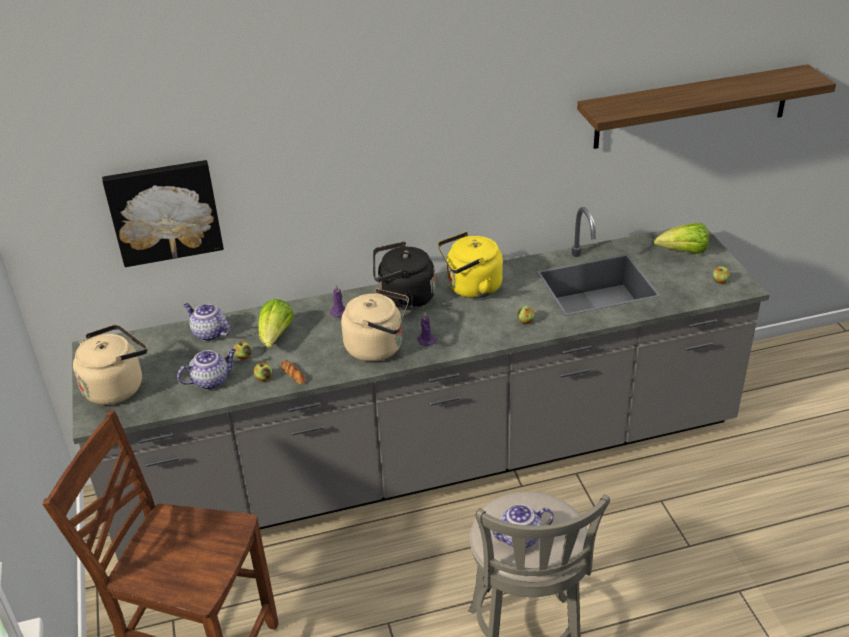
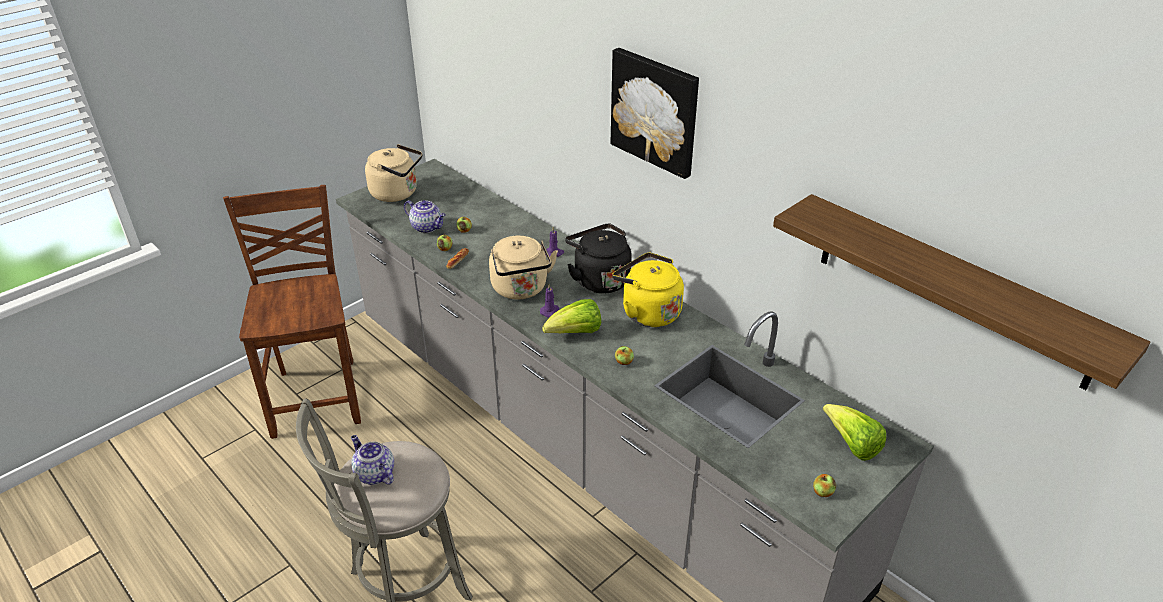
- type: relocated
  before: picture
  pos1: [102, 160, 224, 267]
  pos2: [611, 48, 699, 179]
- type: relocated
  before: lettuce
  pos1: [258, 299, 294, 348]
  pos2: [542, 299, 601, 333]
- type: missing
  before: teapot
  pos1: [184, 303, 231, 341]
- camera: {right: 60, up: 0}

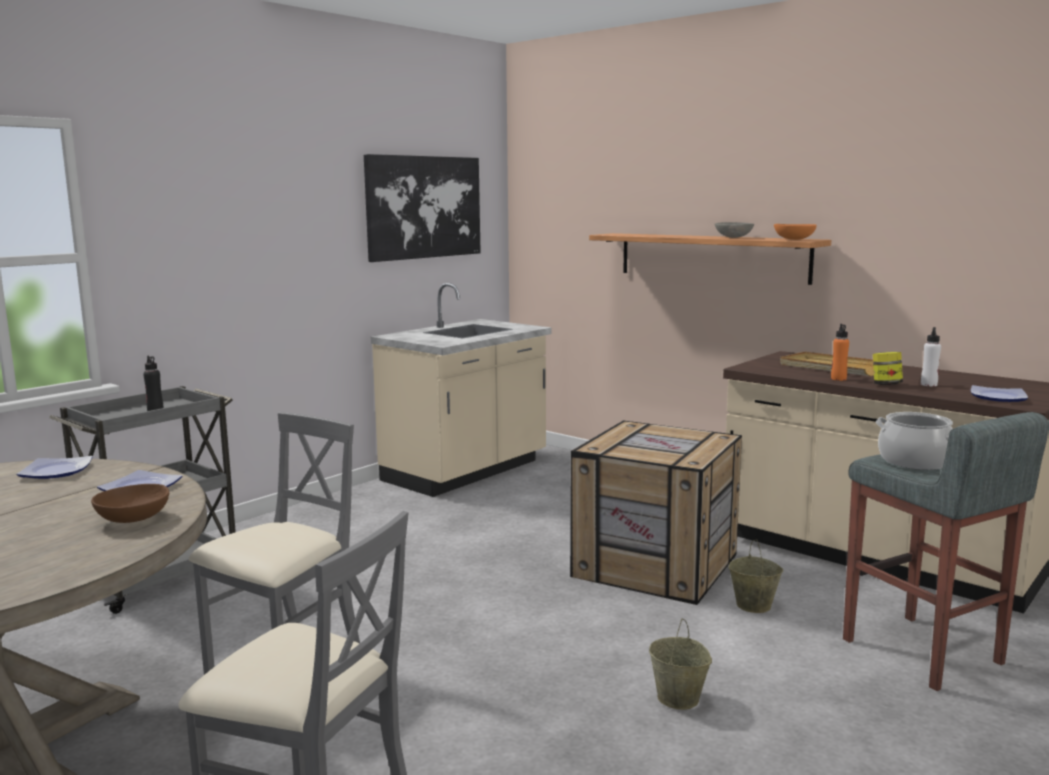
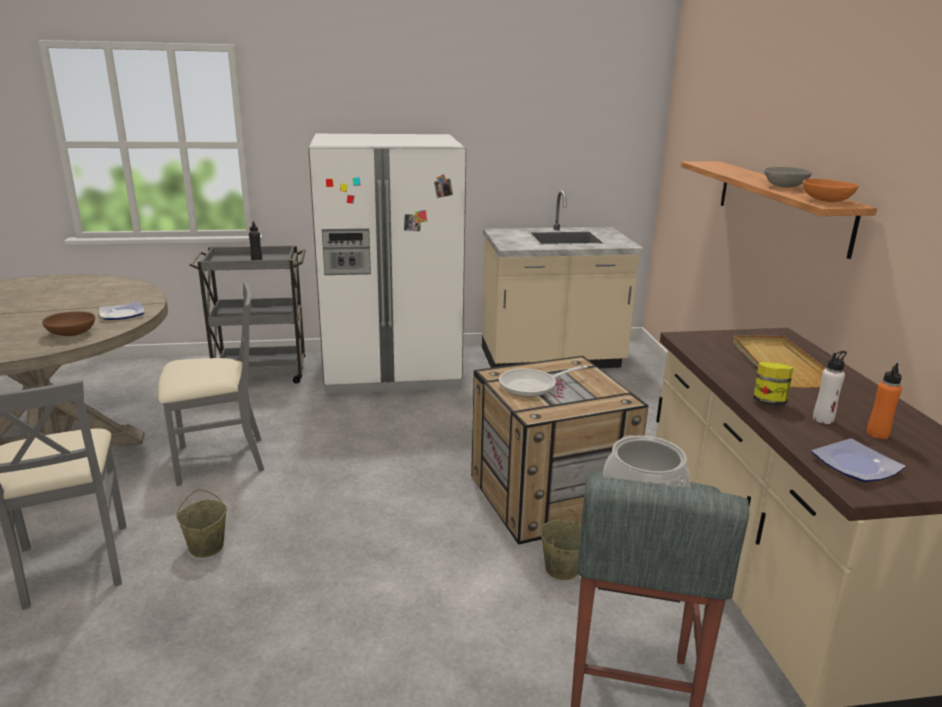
- type: missing
  before: picture
  pos1: [364, 154, 481, 262]
- type: relocated
  before: orange bottle
  pos1: [831, 324, 849, 381]
  pos2: [866, 363, 902, 439]
- type: missing
  before: plate
  pos1: [16, 456, 93, 479]
- type: relocated
  before: beige bucket
  pos1: [649, 619, 712, 710]
  pos2: [177, 489, 227, 558]
- type: appeared
  after: white fridge
  pos2: [308, 134, 466, 395]
- type: appeared
  after: frying pan
  pos2: [499, 365, 588, 397]
- camera: {right: 40, up: 10}

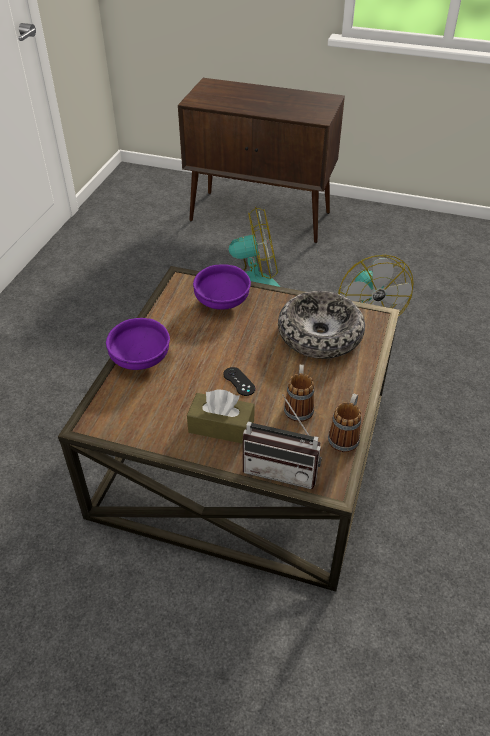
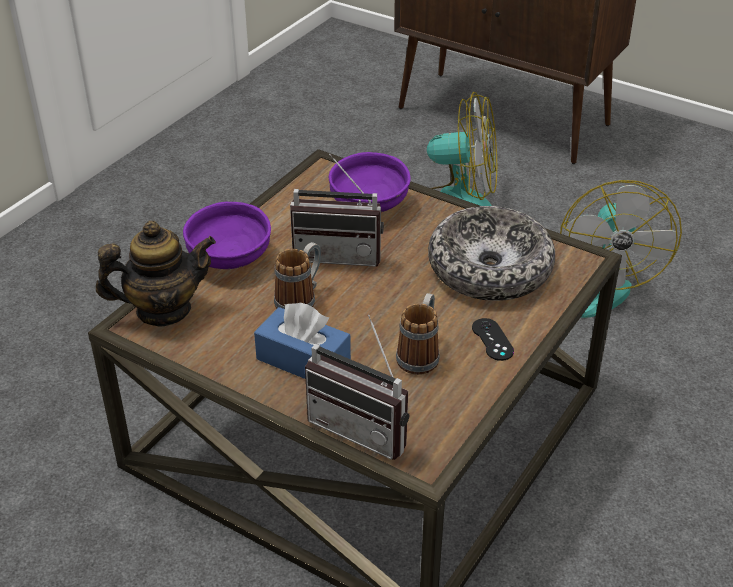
- type: relocated
  before: black game controller
  pos1: [223, 367, 256, 396]
  pos2: [472, 318, 514, 361]
- type: colour
  before: brown tissue box
  after: blue tissue box
  pos1: [187, 389, 254, 444]
  pos2: [254, 302, 351, 379]
- type: relocated
  before: mug
  pos1: [328, 393, 361, 453]
  pos2: [274, 242, 321, 309]
- type: appeared
  after: radio
  pos2: [290, 154, 384, 266]
- type: appeared
  after: teapot
  pos2: [96, 221, 216, 327]
- camera: {right: 15, up: -5}

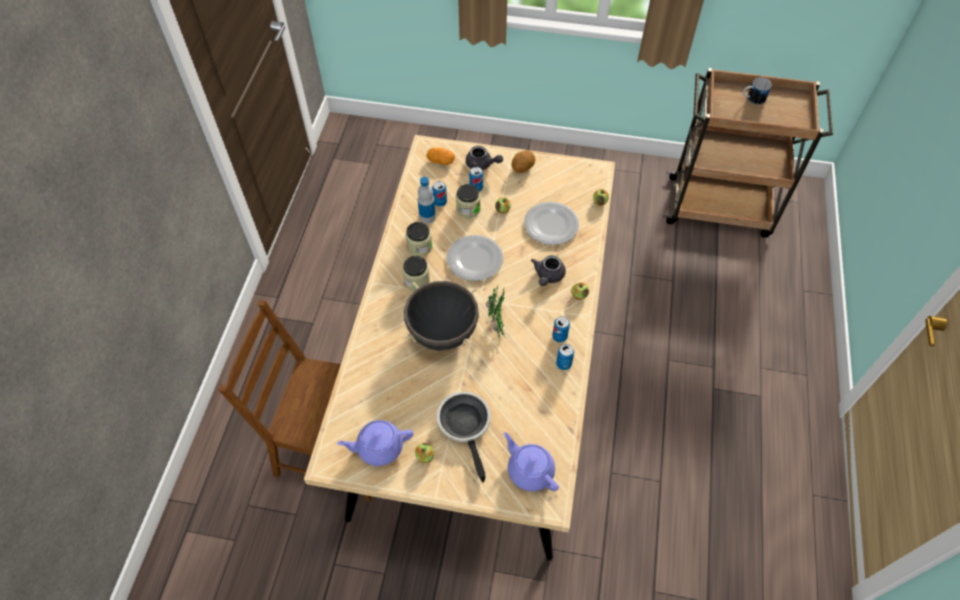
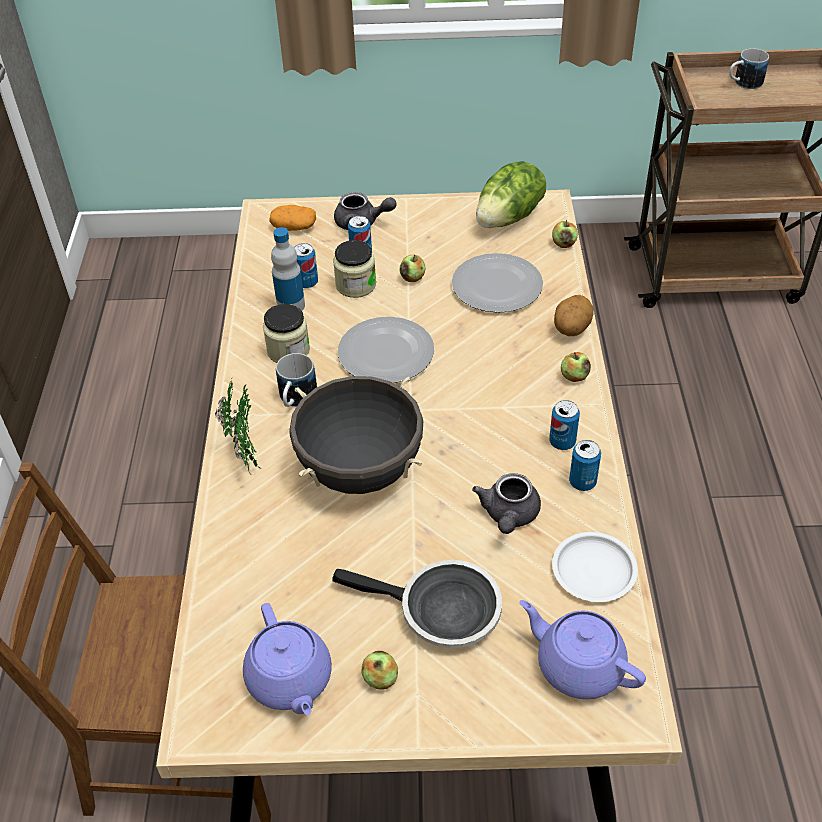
- type: relocated
  before: potato
  pos1: [512, 150, 535, 173]
  pos2: [554, 295, 594, 336]
- type: relocated
  before: grey teapot
  pos1: [531, 255, 566, 286]
  pos2: [472, 473, 541, 534]
- type: exchanged
  before: jar
  after: mug
  pos1: [402, 256, 430, 291]
  pos2: [276, 353, 317, 407]
- type: relocated
  before: potted plant
  pos1: [486, 285, 506, 341]
  pos2: [215, 379, 261, 475]
- type: spun
  before: frying pan
  pos1: [437, 392, 491, 482]
  pos2: [333, 560, 502, 648]
  turn: 135
- type: spun
  before: purple teapot
  pos1: [337, 420, 413, 466]
  pos2: [243, 603, 332, 715]
  turn: -90
- type: appeared
  after: lettuce
  pos2: [476, 161, 546, 228]
- type: appeared
  after: white plate
  pos2: [552, 532, 638, 602]
- camera: {right: -10, up: -10}

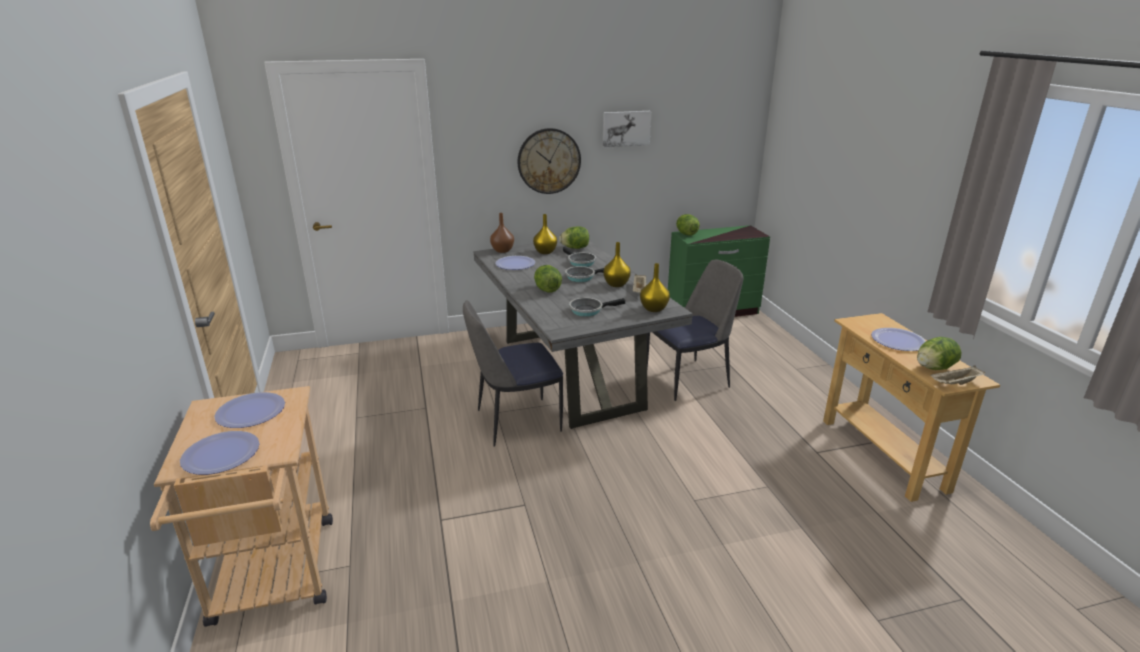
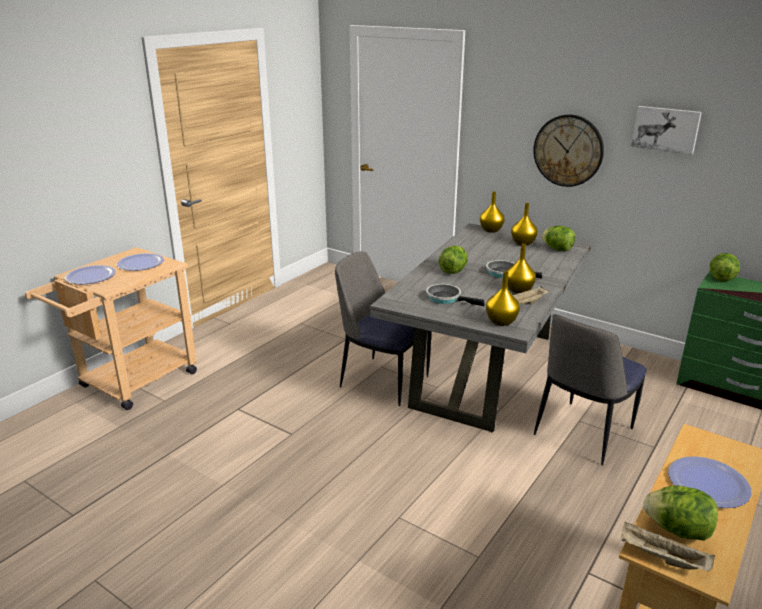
- type: colour
  before: brown vase
  after: yellow vase
  pos1: [490, 213, 514, 253]
  pos2: [480, 192, 505, 233]
- type: missing
  before: frying pan
  pos1: [563, 247, 596, 267]
- type: missing
  before: plate
  pos1: [495, 256, 535, 270]
- type: spun
  before: chair
  pos1: [646, 260, 743, 401]
  pos2: [534, 314, 647, 465]
  turn: 105
- camera: {right: 50, up: 0}

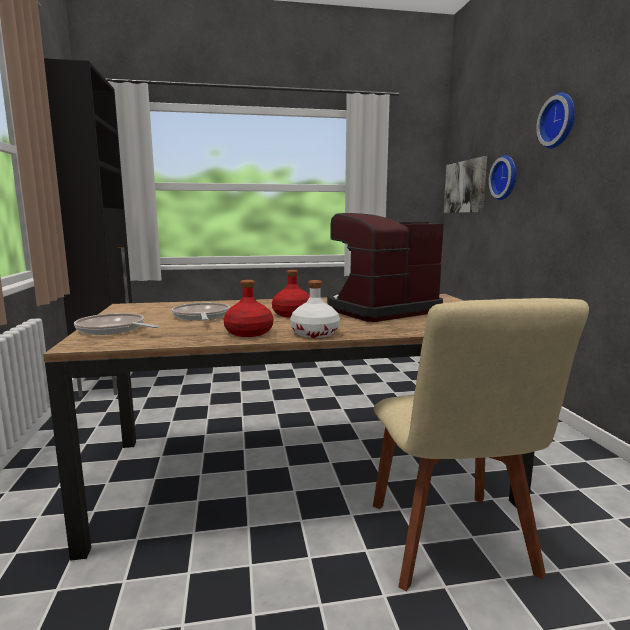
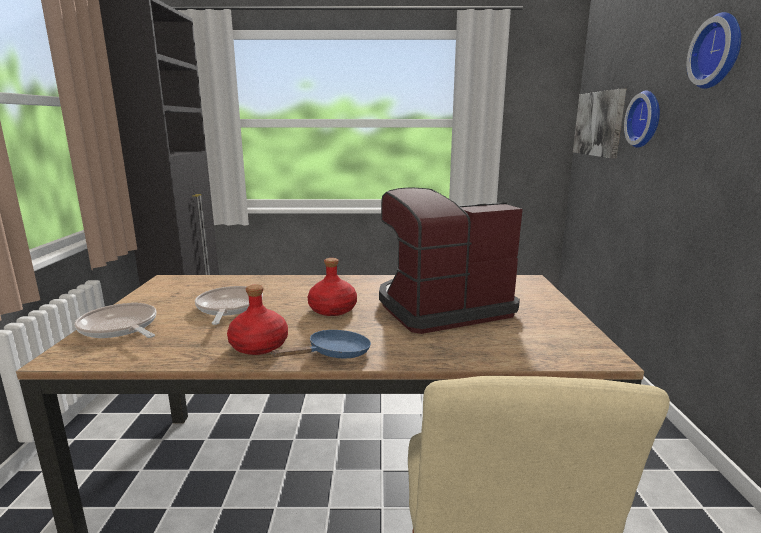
- type: exchanged
  before: white bottle
  after: blue frying pan
  pos1: [290, 280, 340, 338]
  pos2: [271, 330, 371, 358]
- camera: {right: 10, up: 5}

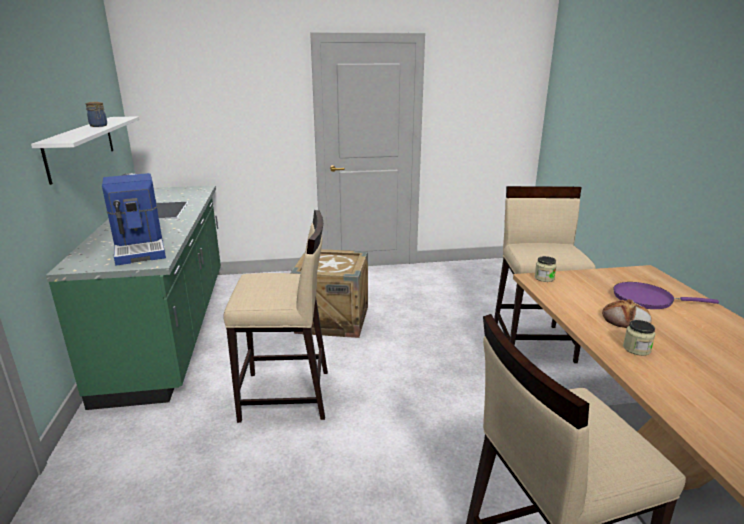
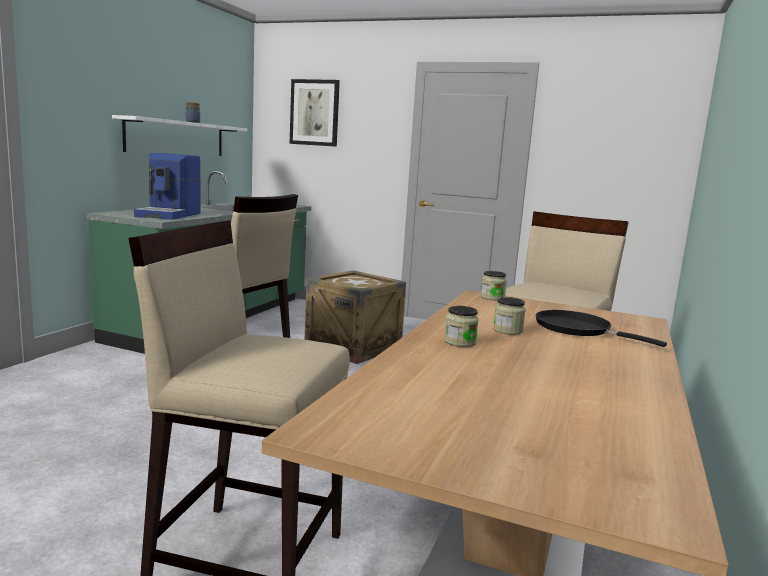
- type: colour
  before: purple frying pan
  after: black frying pan
  pos1: [613, 282, 719, 309]
  pos2: [536, 310, 667, 347]
- type: exchanged
  before: bread
  after: jar
  pos1: [602, 299, 652, 328]
  pos2: [493, 297, 526, 335]
- type: appeared
  after: picture
  pos2: [290, 79, 340, 147]
- camera: {right: 30, up: -10}

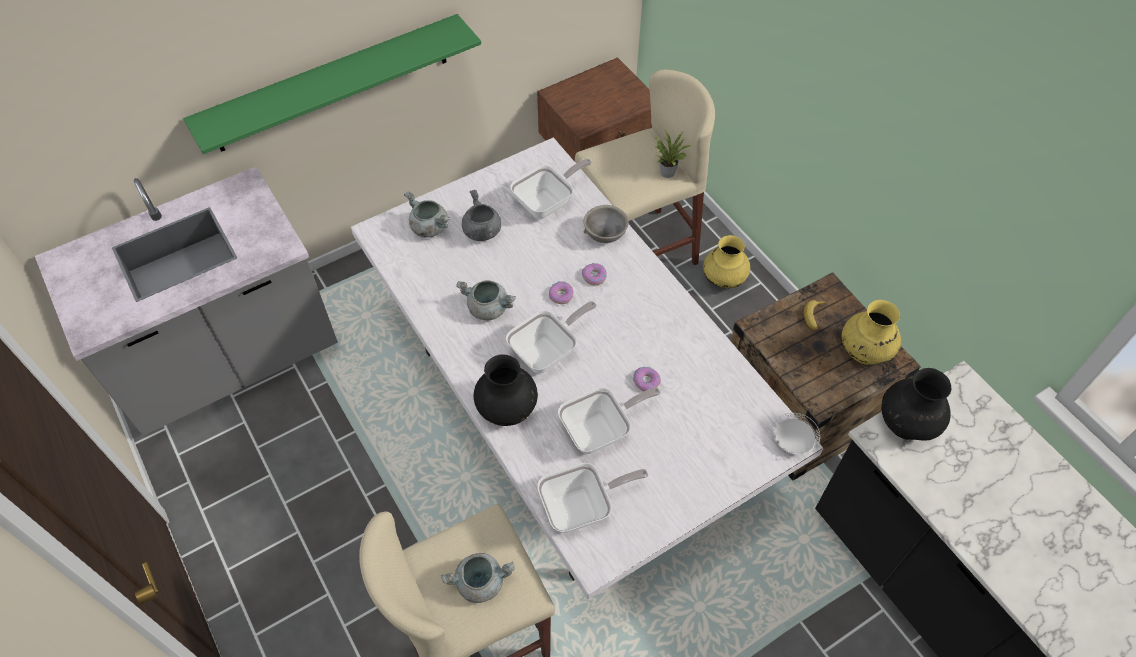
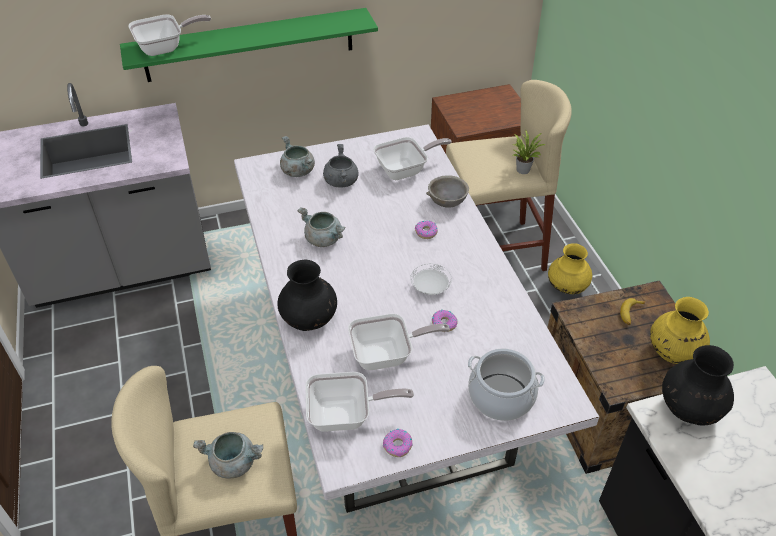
- type: relocated
  before: donut
  pos1: [549, 281, 574, 304]
  pos2: [383, 429, 412, 457]
- type: relocated
  before: frying pan
  pos1: [506, 301, 597, 373]
  pos2: [129, 14, 211, 56]
- type: relocated
  before: white plate
  pos1: [773, 413, 820, 455]
  pos2: [410, 264, 452, 295]
- type: appeared
  after: cooking pot
  pos2: [468, 349, 545, 421]
- camera: {right: 15, up: -10}

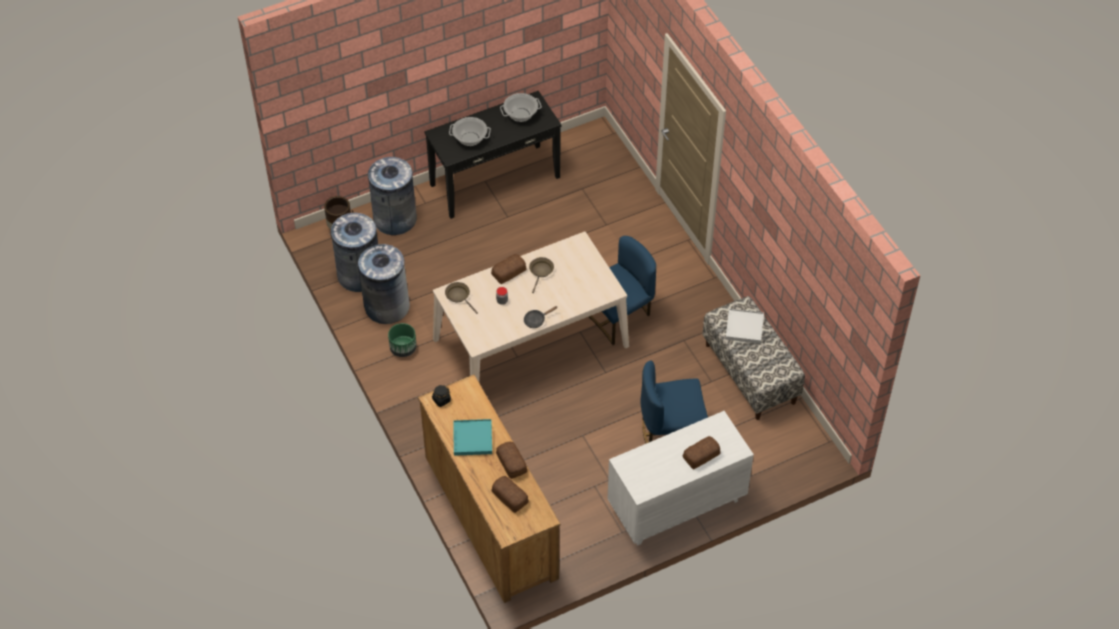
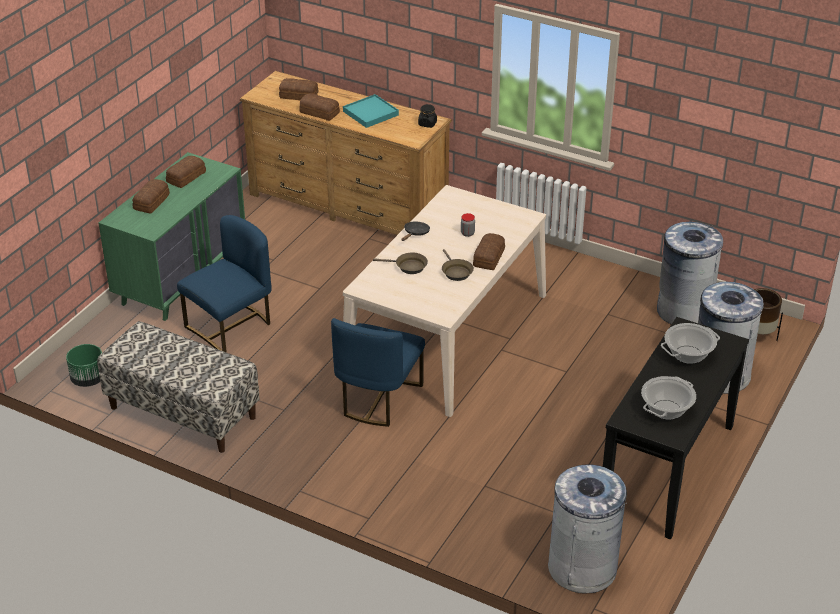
- type: relocated
  before: grey trash can
  pos1: [358, 244, 410, 324]
  pos2: [548, 464, 627, 594]
- type: relocated
  before: brown frying pan
  pos1: [445, 282, 478, 314]
  pos2: [373, 252, 428, 274]
- type: missing
  before: white tray
  pos1: [725, 309, 764, 344]
- type: relocated
  before: green planter
  pos1: [388, 323, 417, 357]
  pos2: [66, 344, 102, 387]
- type: colour
  before: white dresser
  after: green dresser
  pos1: [607, 411, 754, 546]
  pos2: [98, 152, 245, 321]
- type: appeared
  after: bread
  pos2: [166, 156, 206, 188]
- camera: {right: 145, up: -15}

